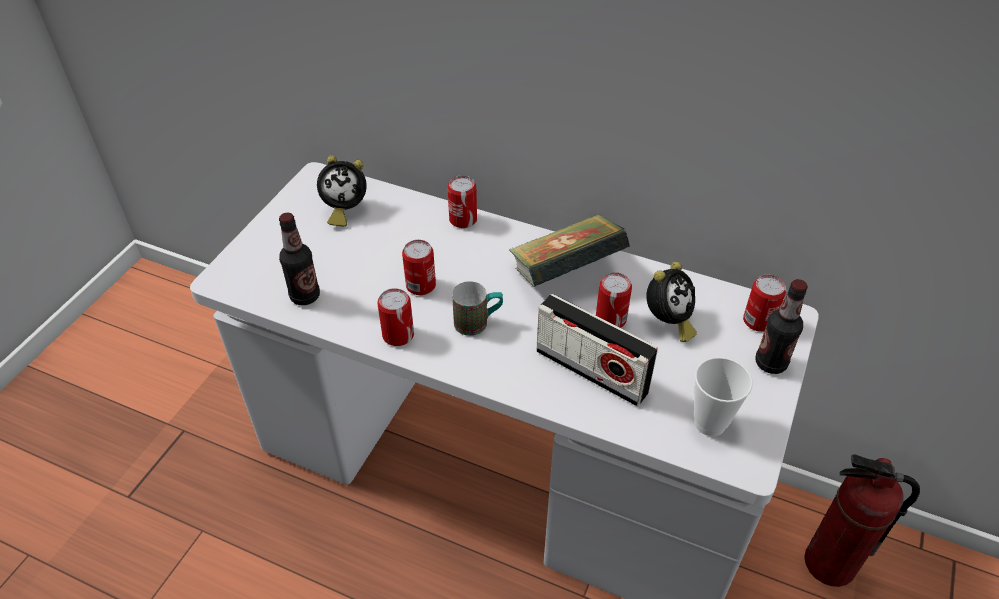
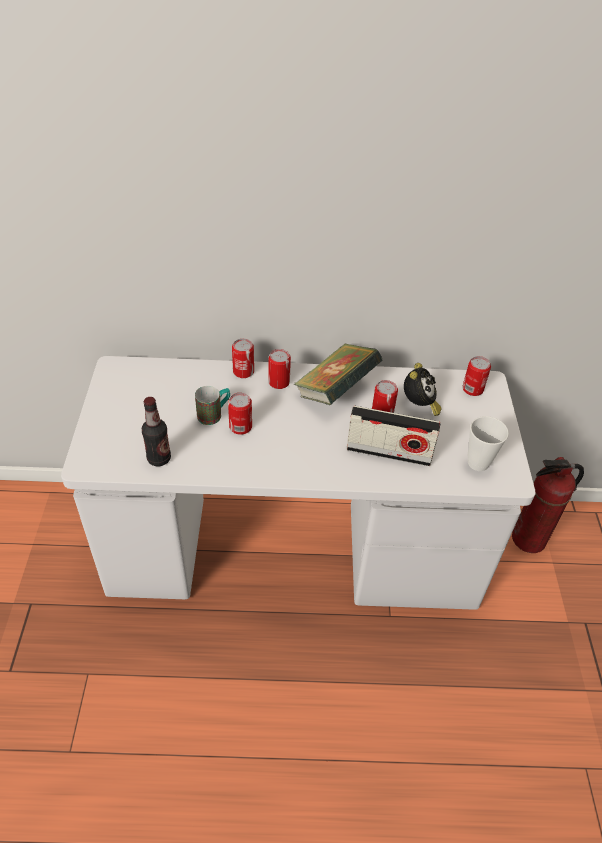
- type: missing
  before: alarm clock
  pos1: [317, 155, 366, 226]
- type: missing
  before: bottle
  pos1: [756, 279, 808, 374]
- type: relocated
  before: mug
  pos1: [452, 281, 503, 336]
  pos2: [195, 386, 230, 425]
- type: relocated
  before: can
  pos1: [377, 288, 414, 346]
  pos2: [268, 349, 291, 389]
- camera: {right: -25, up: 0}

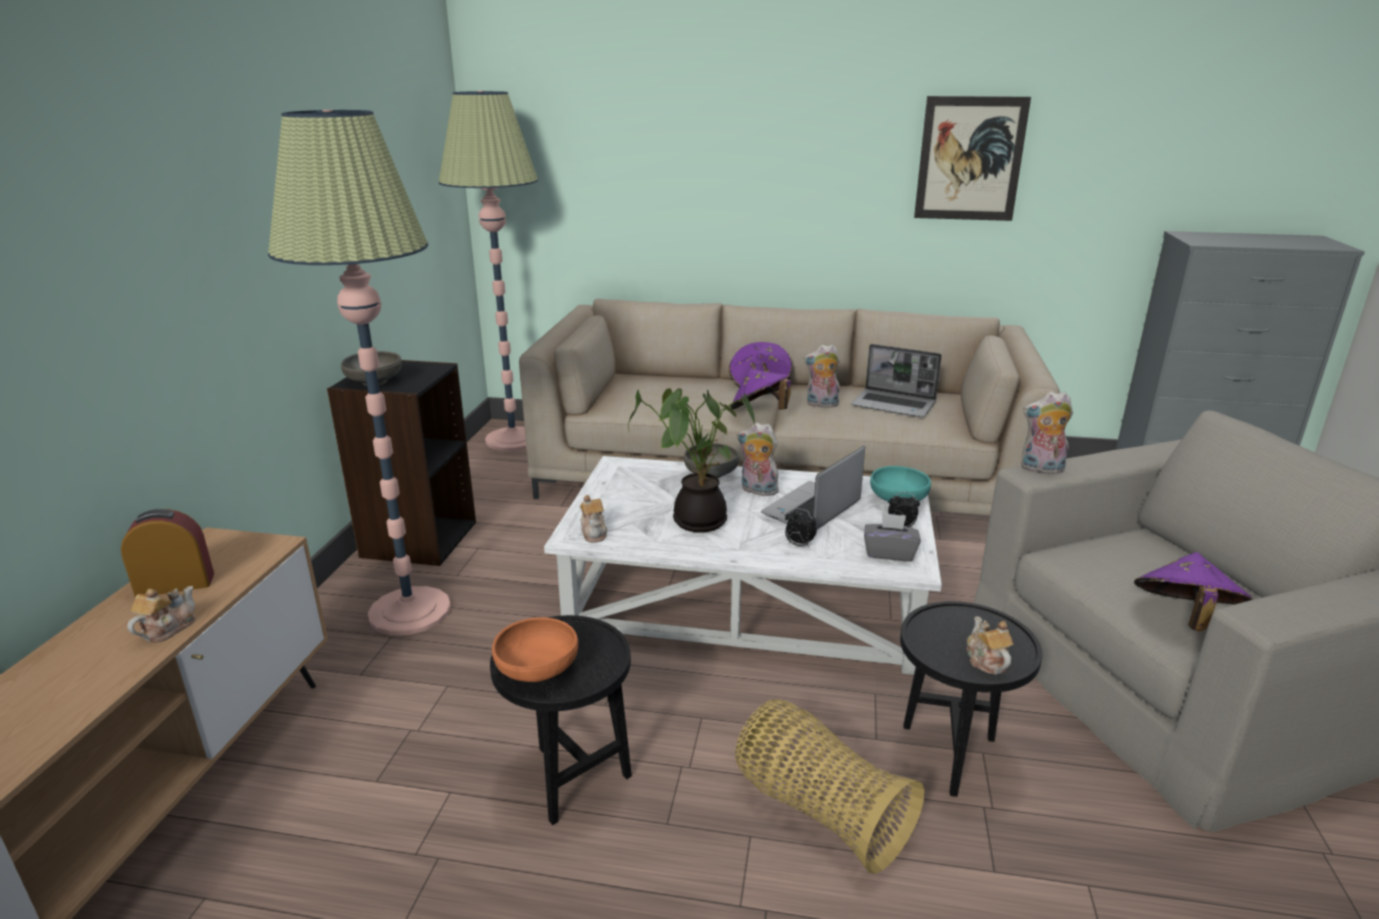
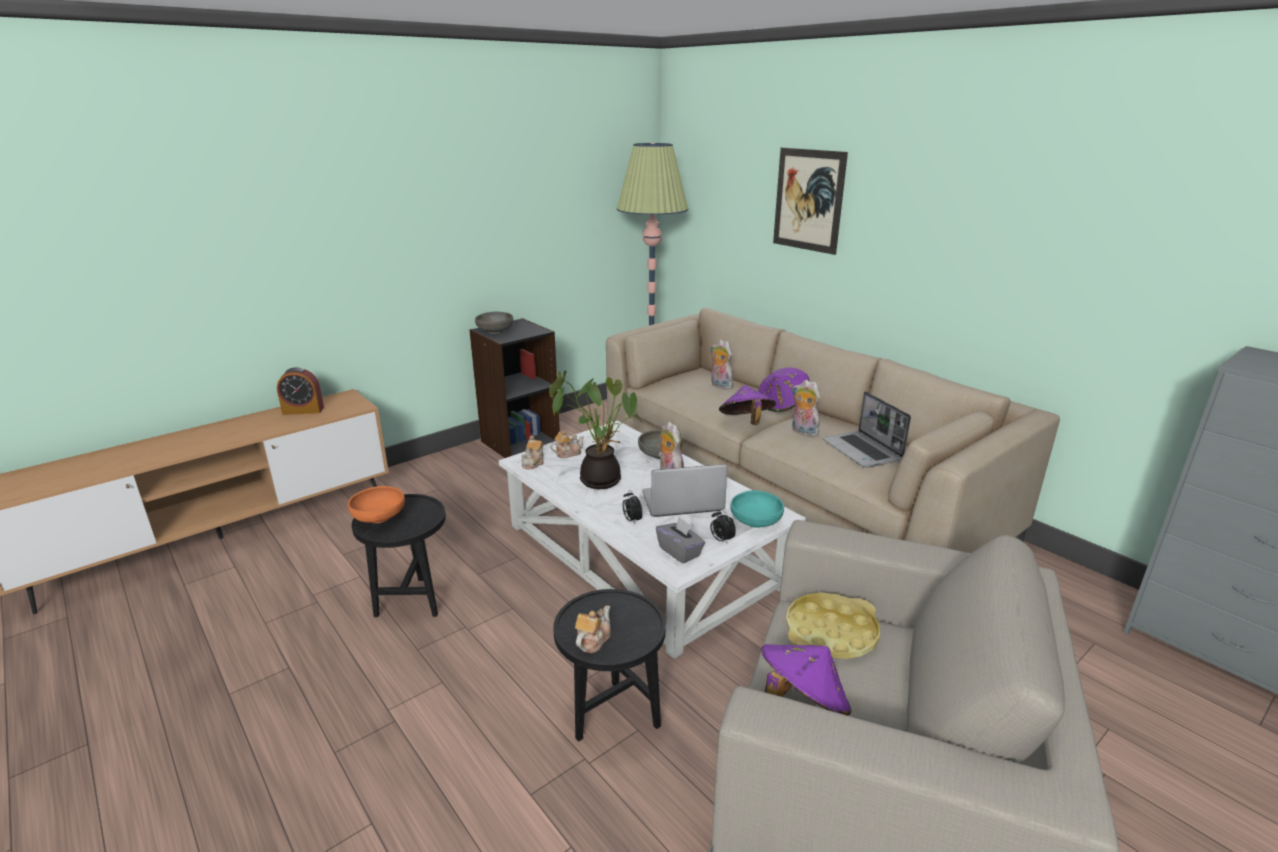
- type: relocated
  before: picture
  pos1: [914, 96, 1031, 221]
  pos2: [773, 148, 848, 255]
- type: missing
  before: floor lamp
  pos1: [268, 110, 451, 636]
- type: relocated
  before: plush toy
  pos1: [1021, 391, 1073, 474]
  pos2: [711, 340, 733, 389]
- type: spun
  before: alarm clock
  pos1: [121, 509, 214, 597]
  pos2: [277, 367, 324, 415]
  turn: 150
- type: relocated
  before: teapot
  pos1: [127, 586, 196, 643]
  pos2: [550, 430, 584, 458]
- type: missing
  before: basket
  pos1: [735, 699, 924, 874]
- type: appeared
  after: yellow tray
  pos2: [786, 593, 880, 659]
- camera: {right: 40, up: 0}

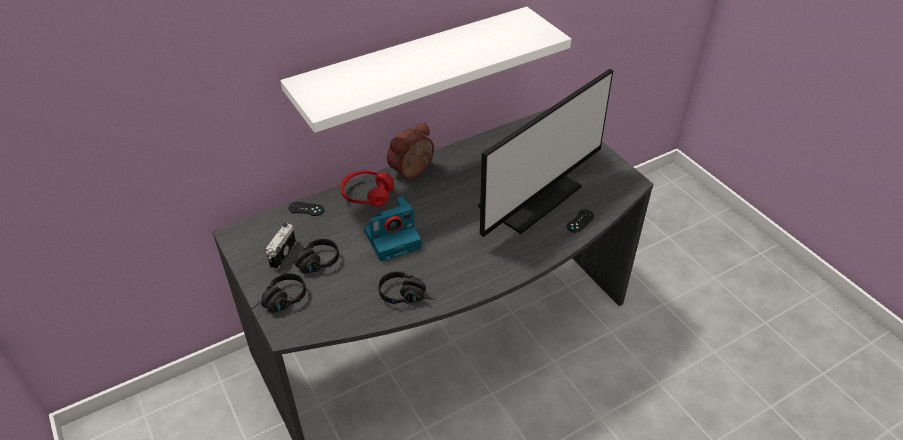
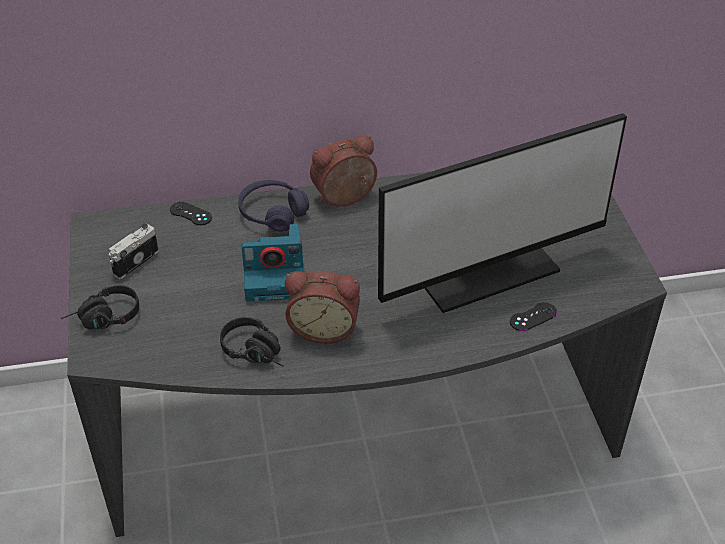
- type: missing
  before: white shelf
  pos1: [280, 7, 571, 133]
- type: colour
  before: red headphones
  after: purple headphones
  pos1: [340, 170, 394, 206]
  pos2: [238, 180, 309, 232]
- type: missing
  before: black headphones
  pos1: [283, 239, 339, 274]
- type: appeared
  after: alarm clock
  pos2: [285, 271, 360, 344]
- camera: {right: 20, up: 0}

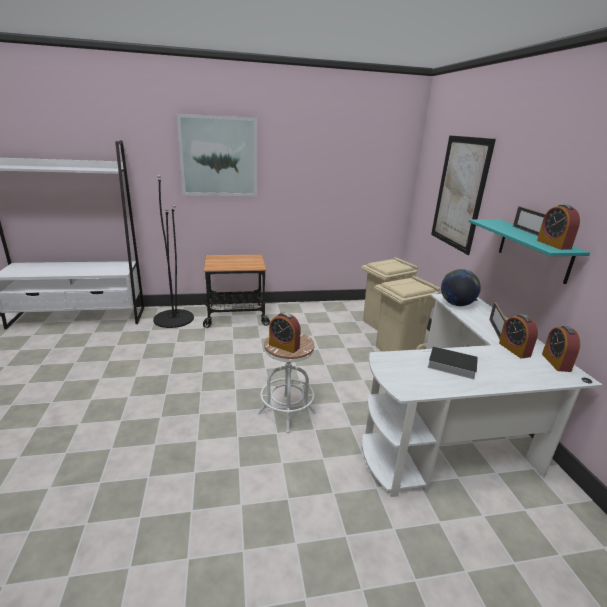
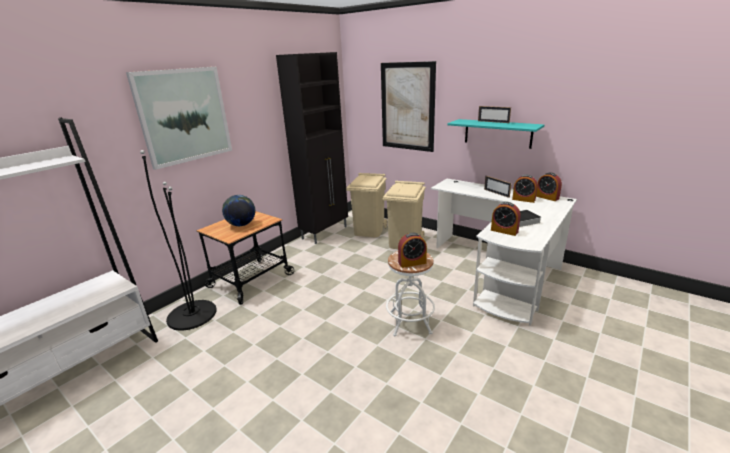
- type: relocated
  before: alarm clock
  pos1: [537, 204, 580, 250]
  pos2: [491, 202, 521, 236]
- type: relocated
  before: globe
  pos1: [441, 269, 481, 306]
  pos2: [222, 195, 255, 226]
- type: appeared
  after: black cabinet
  pos2: [276, 52, 348, 244]
- camera: {right: -40, up: 0}

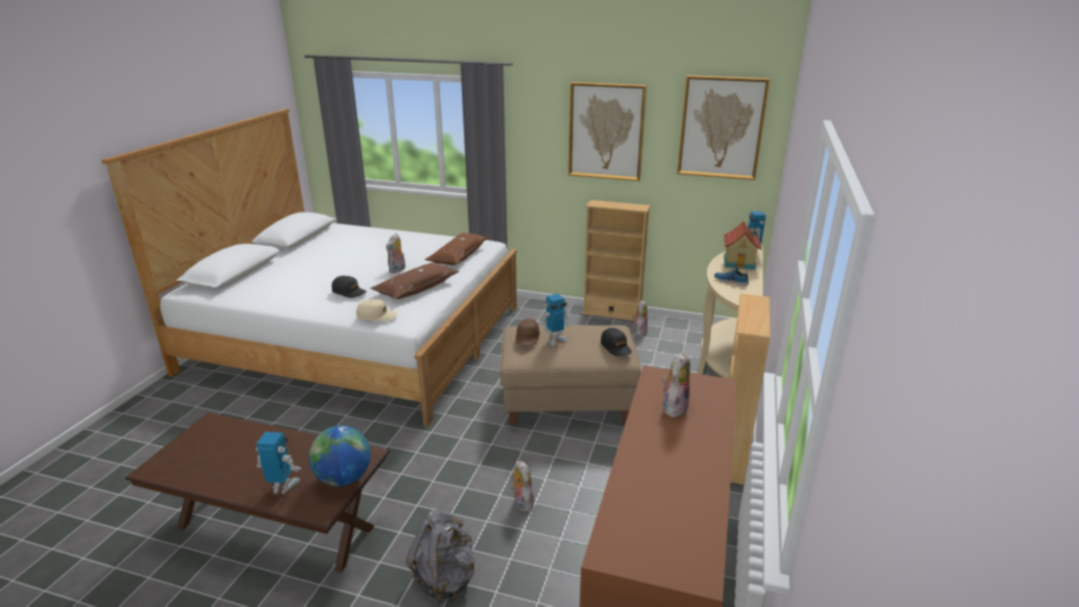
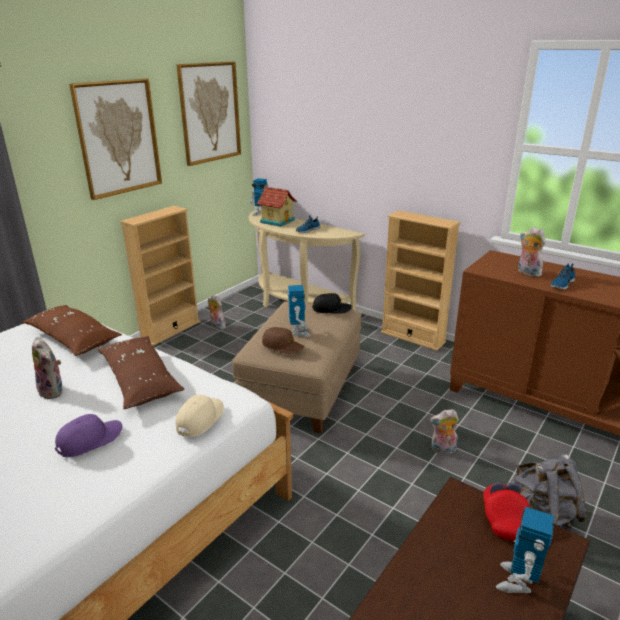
- type: colour
  before: black cap
  after: purple cap
  pos1: [332, 276, 367, 298]
  pos2: [55, 414, 122, 457]
- type: exchanged
  before: globe
  after: red cap
  pos1: [309, 426, 371, 487]
  pos2: [483, 482, 529, 541]
- type: appeared
  after: shoe
  pos2: [550, 263, 575, 289]
- camera: {right: -70, up: 0}

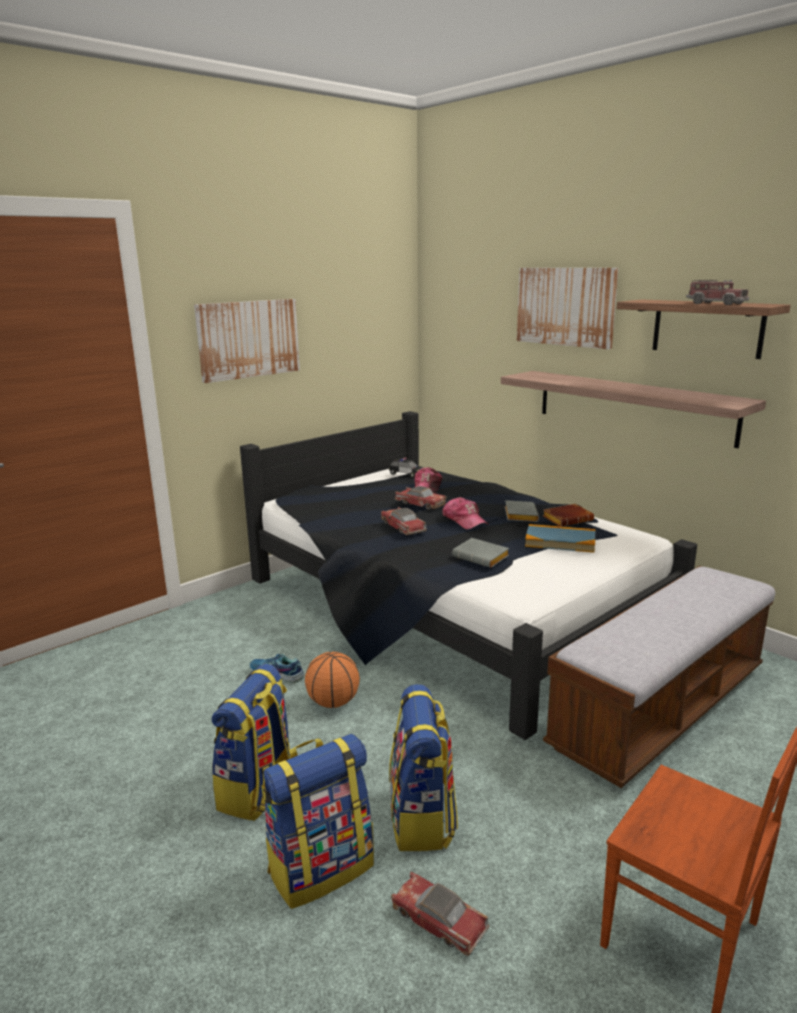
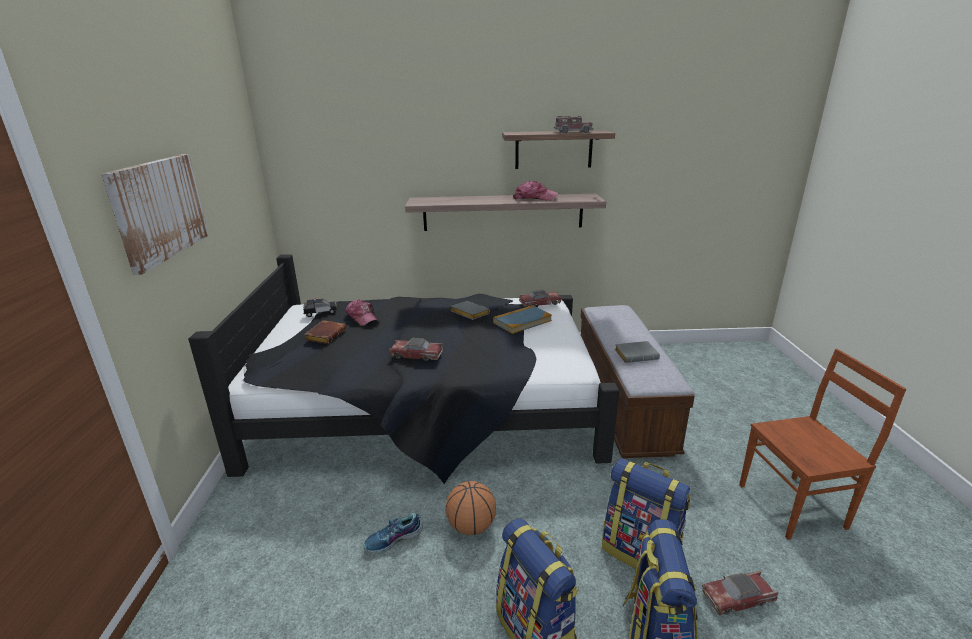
- type: missing
  before: picture
  pos1: [517, 268, 619, 349]
- type: relocated
  before: toy car
  pos1: [395, 486, 447, 510]
  pos2: [519, 289, 562, 307]
- type: relocated
  before: cap
  pos1: [443, 497, 488, 530]
  pos2: [513, 181, 558, 201]
- type: relocated
  before: brown book
  pos1: [543, 504, 594, 527]
  pos2: [304, 320, 346, 344]
- type: relocated
  before: grey book
  pos1: [452, 538, 509, 568]
  pos2: [615, 341, 660, 363]
- camera: {right: -50, up: 5}

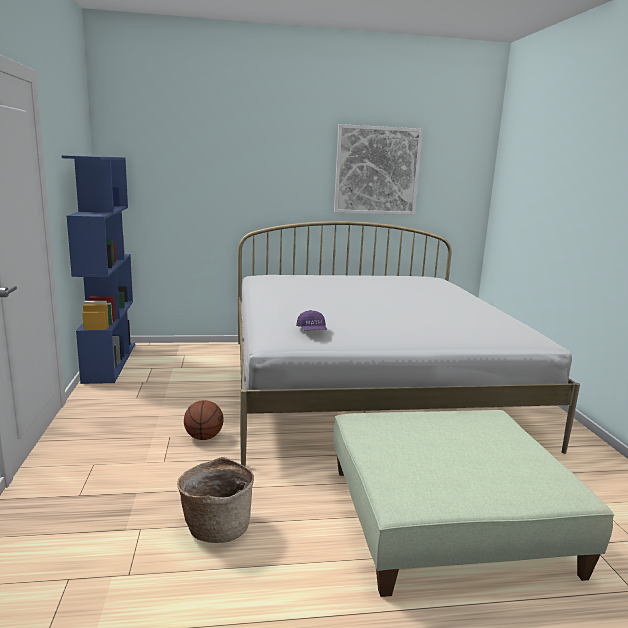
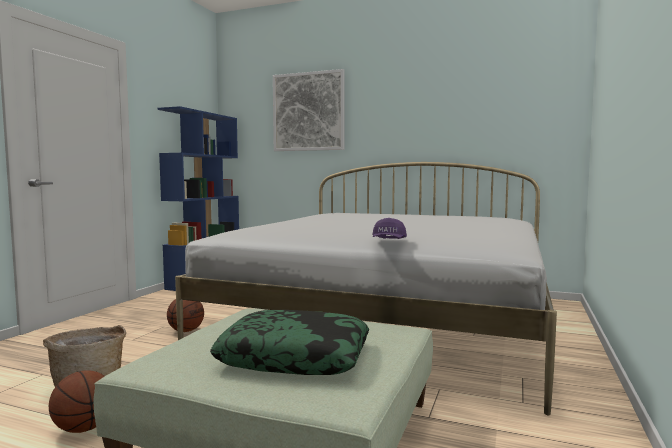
- type: relocated
  before: picture
  pos1: [334, 124, 423, 215]
  pos2: [273, 69, 345, 151]
- type: relocated
  before: purple cap
  pos1: [296, 310, 327, 331]
  pos2: [372, 218, 407, 239]
- type: appeared
  after: pillow
  pos2: [210, 310, 369, 375]
- type: appeared
  after: basketball
  pos2: [49, 370, 104, 433]
- camera: {right: 30, up: -10}

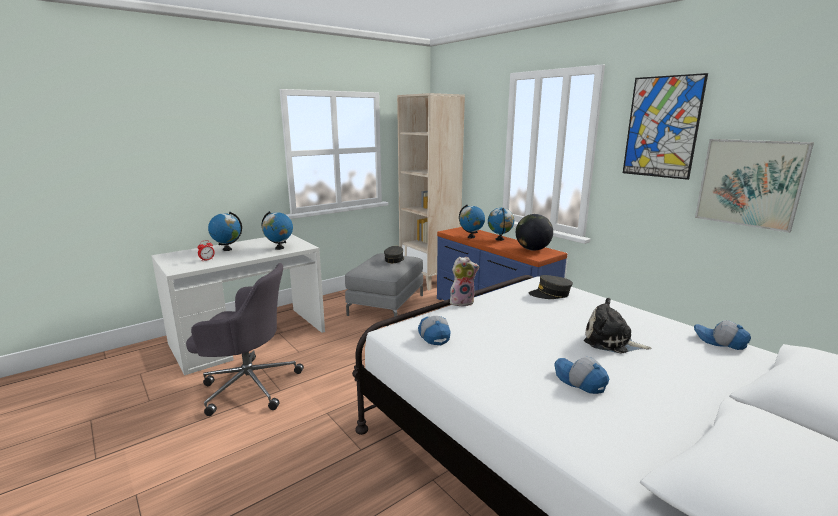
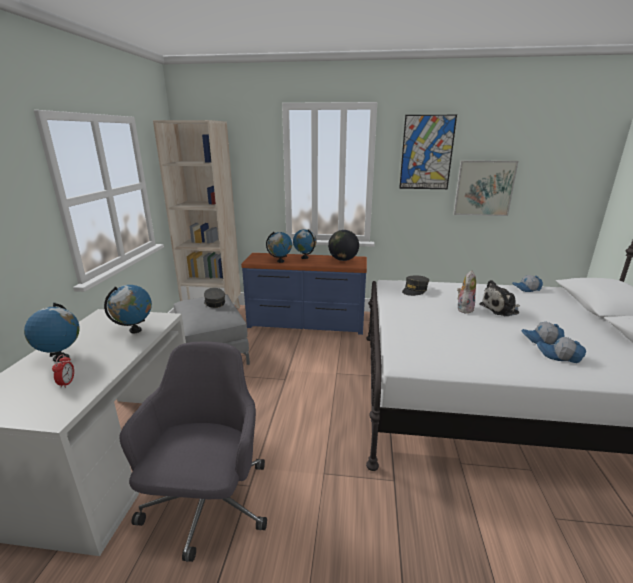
- type: relocated
  before: plush toy
  pos1: [450, 257, 479, 306]
  pos2: [457, 271, 476, 314]
- type: spun
  before: grey office chair
  pos1: [186, 263, 304, 416]
  pos2: [119, 342, 267, 562]
  turn: -45
- type: relocated
  before: cap
  pos1: [418, 316, 451, 345]
  pos2: [537, 337, 586, 363]
- camera: {right: -45, up: 5}

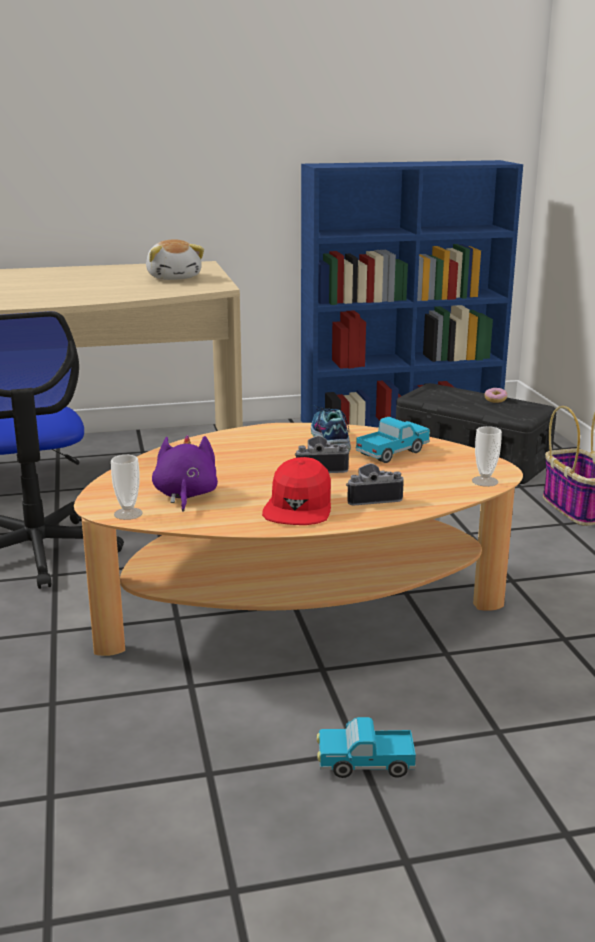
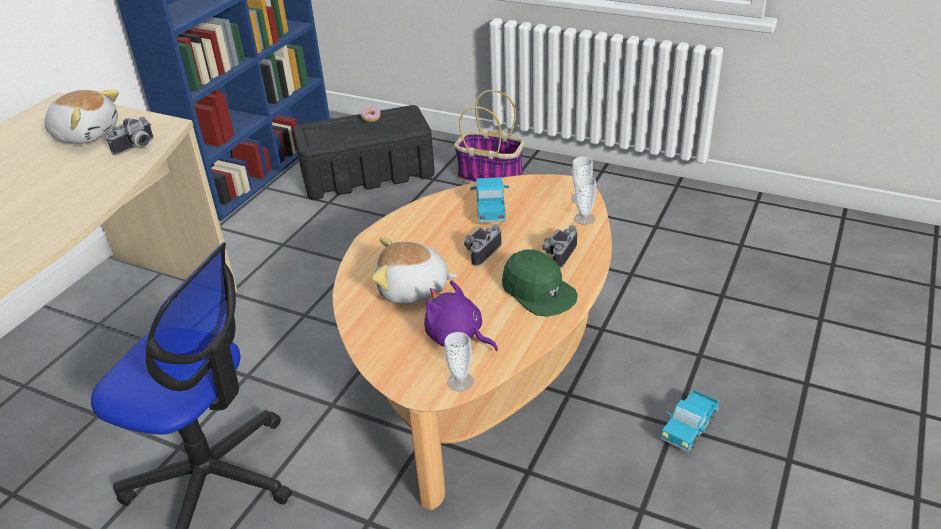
- type: missing
  before: shoe
  pos1: [311, 406, 351, 451]
- type: colour
  before: red cap
  after: green cap
  pos1: [262, 457, 331, 525]
  pos2: [502, 249, 578, 317]
- type: appeared
  after: photo camera
  pos2: [106, 117, 153, 155]
- type: appeared
  after: cup
  pos2: [574, 176, 596, 225]
- type: appeared
  after: plush toy
  pos2: [372, 238, 458, 304]
- camera: {right: -50, up: 15}

